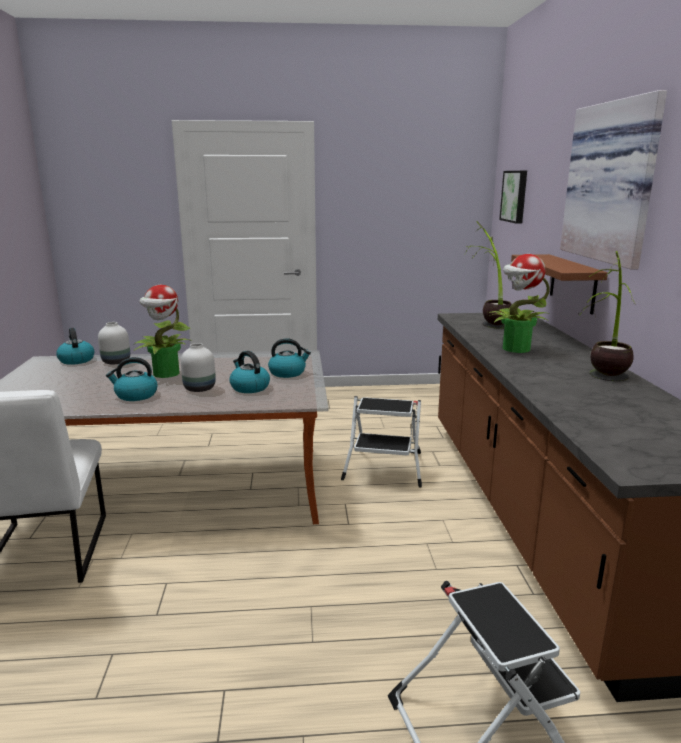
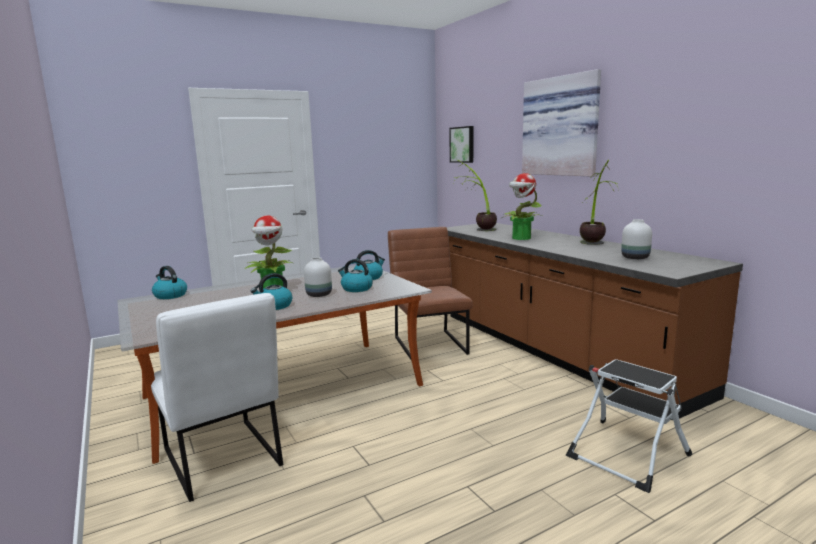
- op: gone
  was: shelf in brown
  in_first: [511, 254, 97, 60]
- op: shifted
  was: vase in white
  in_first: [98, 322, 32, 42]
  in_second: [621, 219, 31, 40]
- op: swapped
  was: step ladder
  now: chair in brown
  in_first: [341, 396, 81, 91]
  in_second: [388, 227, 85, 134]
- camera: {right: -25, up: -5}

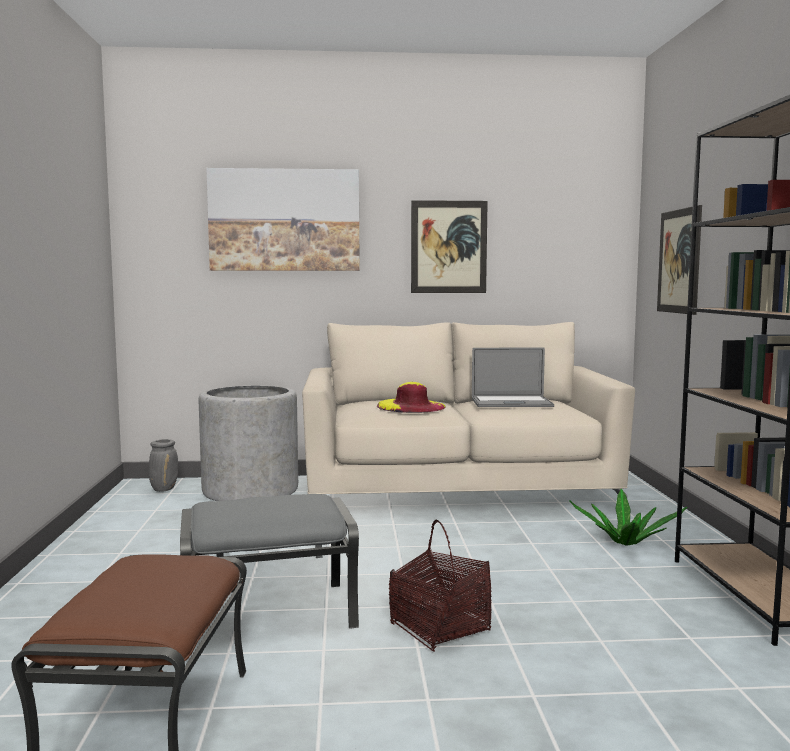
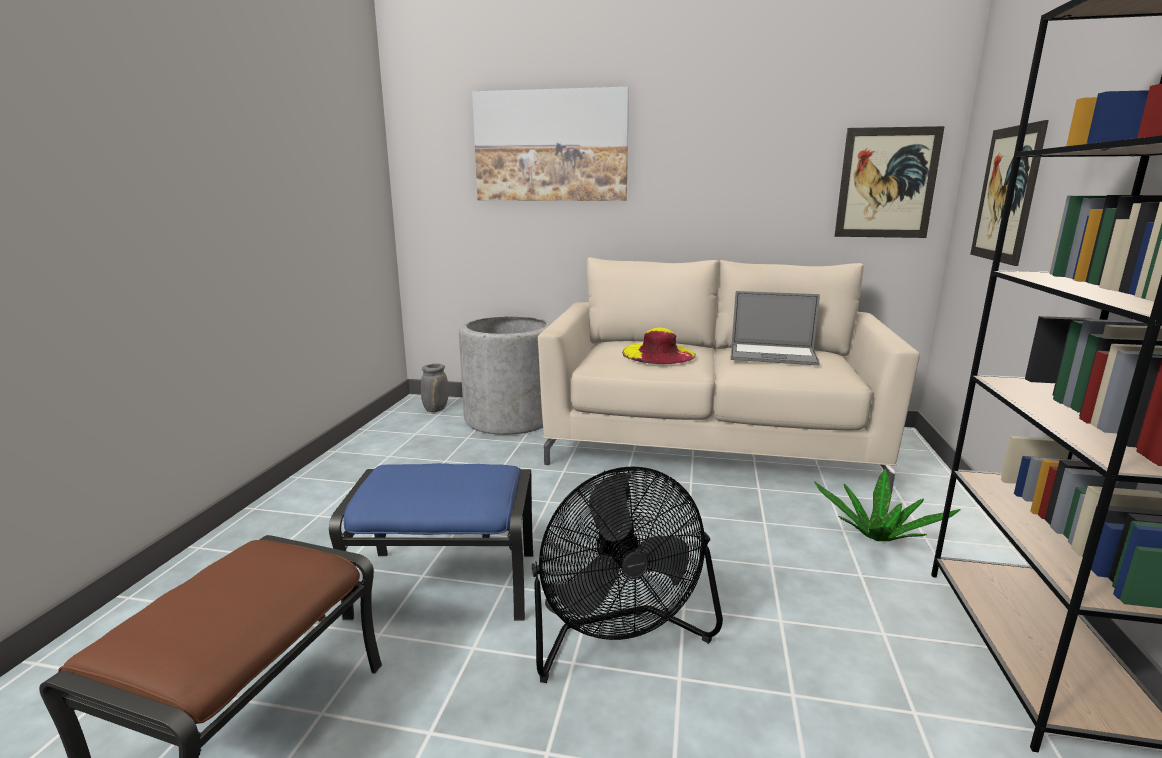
- op: shifted
  was: picture
  in_first: [411, 200, 77, 93]
  in_second: [835, 126, 110, 112]
- op: swapped
  was: basket
  now: fan in black
  in_first: [389, 520, 103, 132]
  in_second: [532, 467, 191, 216]
- op: repainted
  was: ottoman in grey
  now: ottoman in blue
  in_first: [180, 494, 179, 135]
  in_second: [329, 463, 204, 158]
- camera: {right: 15, up: 10}

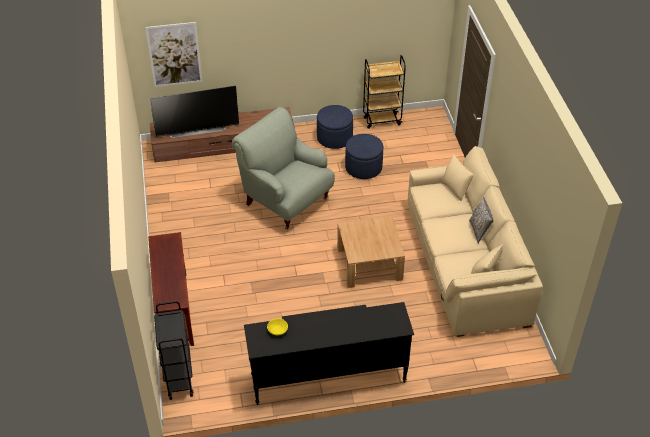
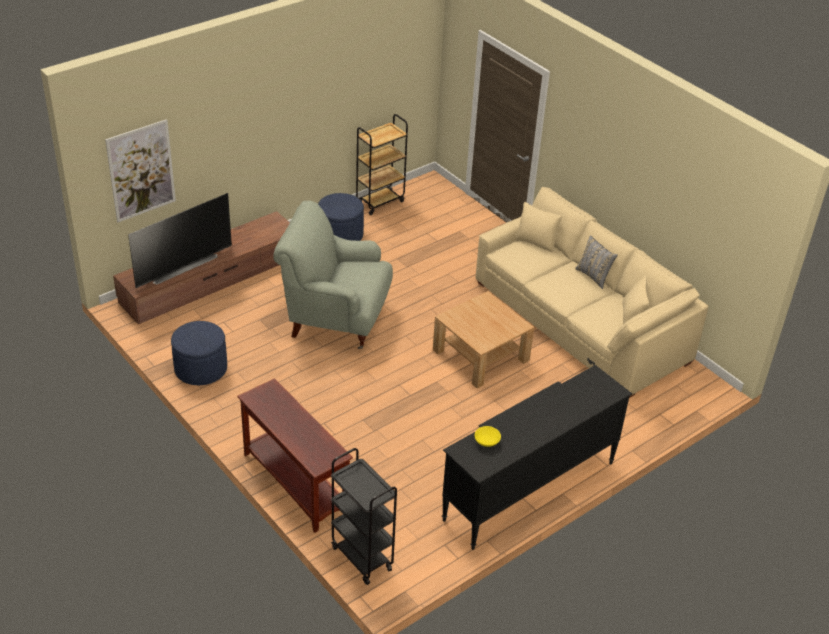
- op: shifted
  was: ottoman in blue
  in_first: [345, 134, 38, 45]
  in_second: [171, 321, 56, 64]
- camera: {right: -30, up: -5}

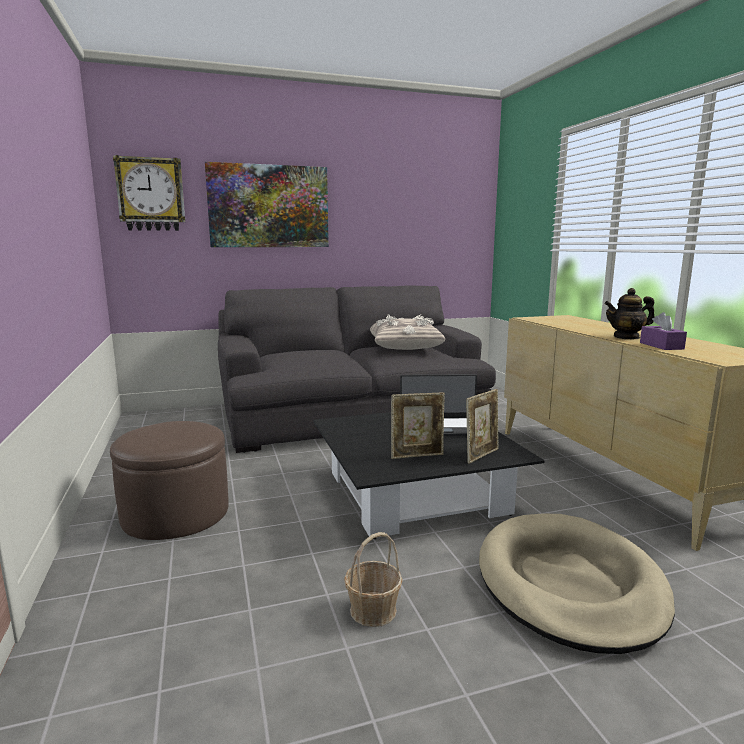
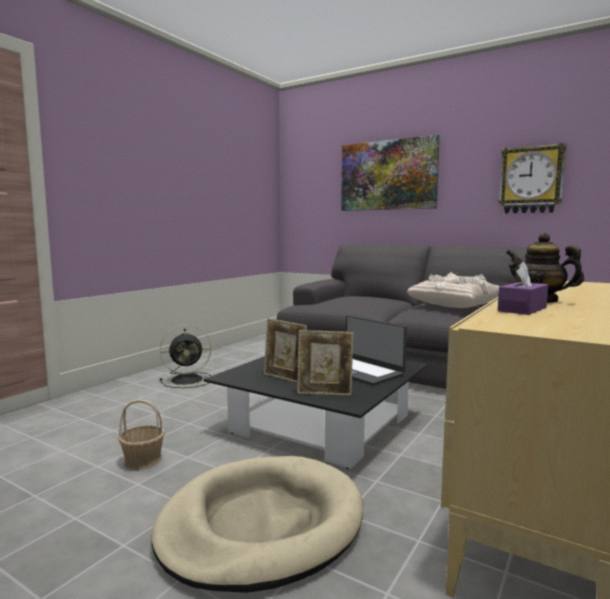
- op: shifted
  was: wall clock
  in_first: [113, 155, 72, 76]
  in_second: [499, 143, 67, 70]
- op: swapped
  was: ottoman in brown
  now: fan in black
  in_first: [110, 421, 119, 119]
  in_second: [160, 325, 51, 63]
- camera: {right: 50, up: -5}

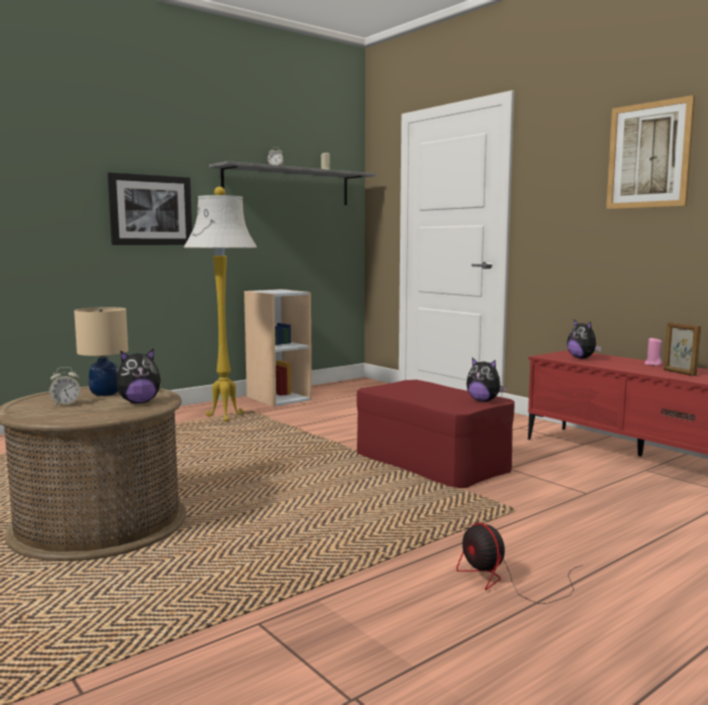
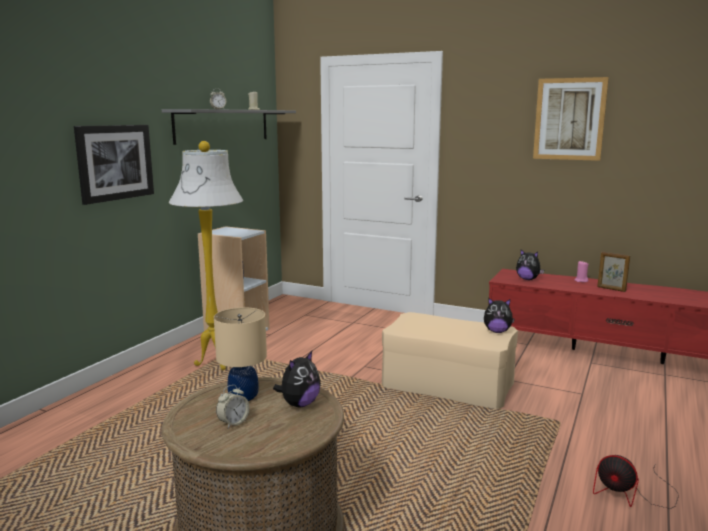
- op: repainted
  was: ottoman in red
  now: ottoman in beige
  in_first: [357, 380, 157, 108]
  in_second: [382, 312, 136, 97]
- camera: {right: -25, up: 5}

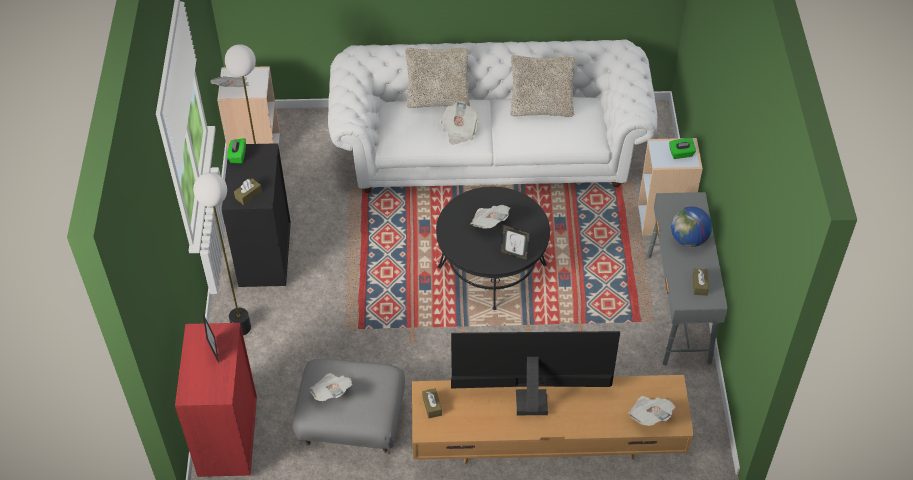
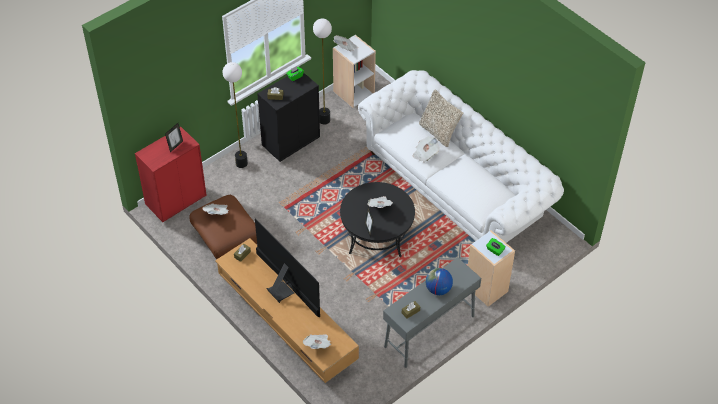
- op: gone
  was: pillow in beige
  in_first: [510, 55, 65, 62]
- op: repainted
  was: ottoman in grey
  now: ottoman in brown
  in_first: [292, 359, 113, 95]
  in_second: [189, 195, 68, 64]
- camera: {right: 50, up: 0}

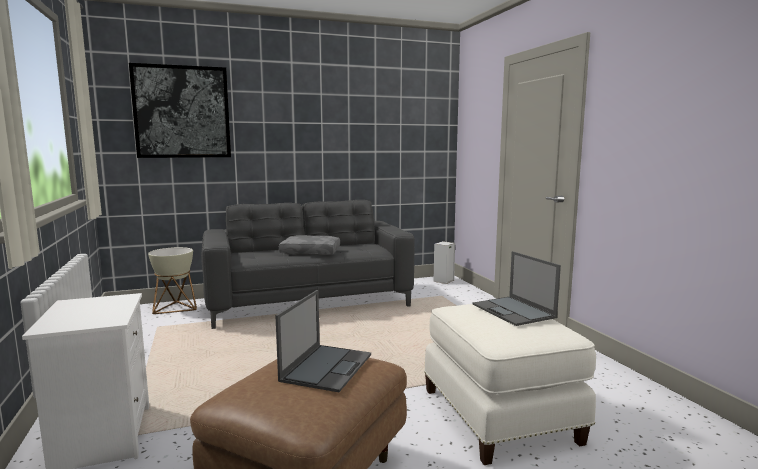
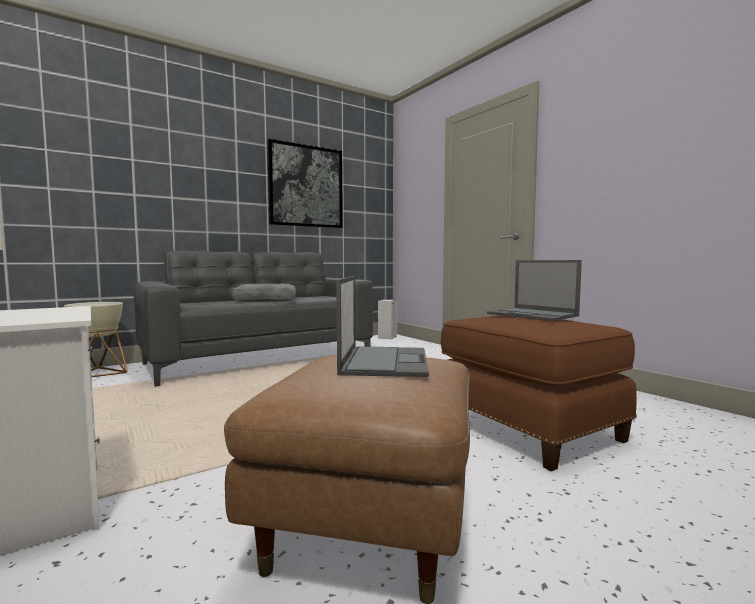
- op: shifted
  was: picture
  in_first: [129, 63, 102, 95]
  in_second: [267, 139, 76, 89]
- op: repainted
  was: ottoman in white
  now: ottoman in brown
  in_first: [424, 304, 172, 161]
  in_second: [441, 316, 196, 155]
- camera: {right: -15, up: -5}

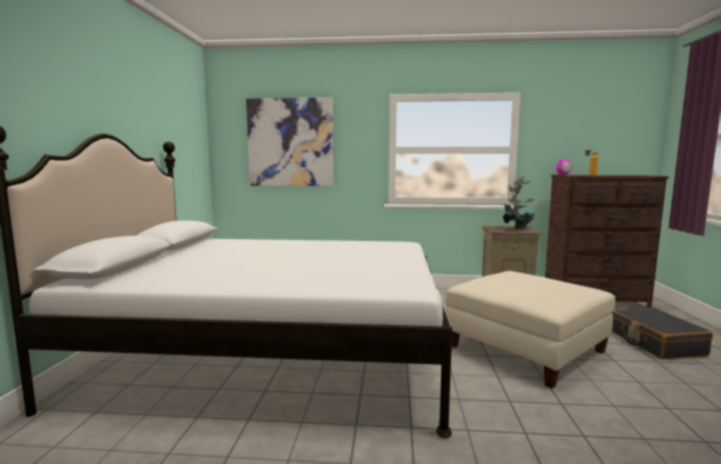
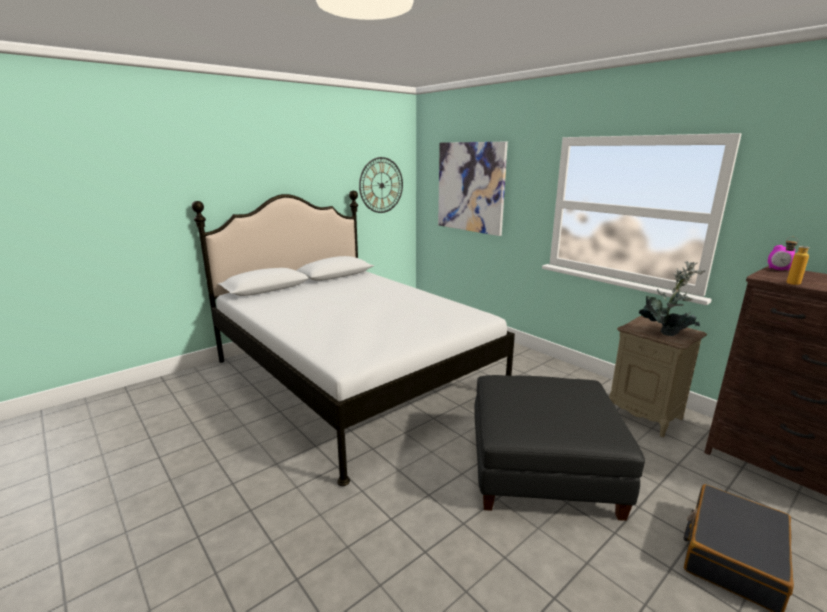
- op: new
  now: wall clock
  in_second: [359, 157, 44, 56]
- op: repainted
  was: ottoman in beige
  now: ottoman in black
  in_first: [445, 271, 171, 118]
  in_second: [474, 375, 171, 146]
- camera: {right: 45, up: 10}

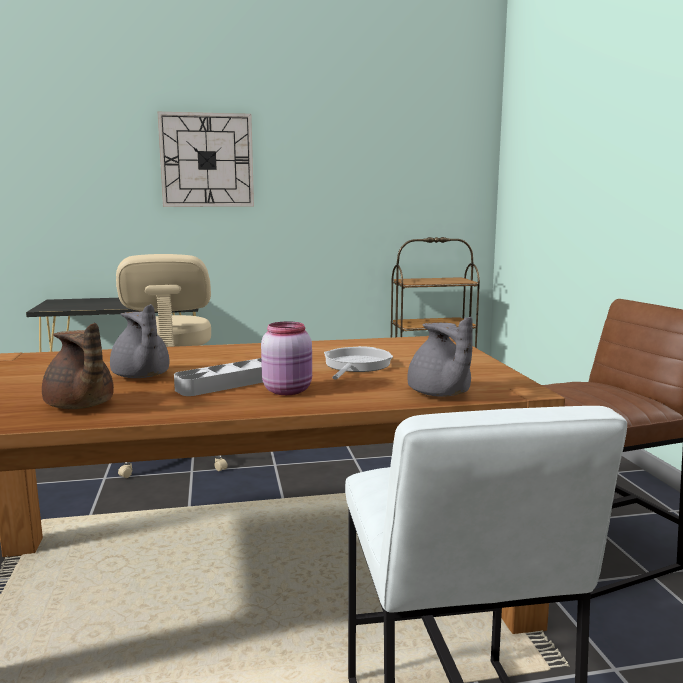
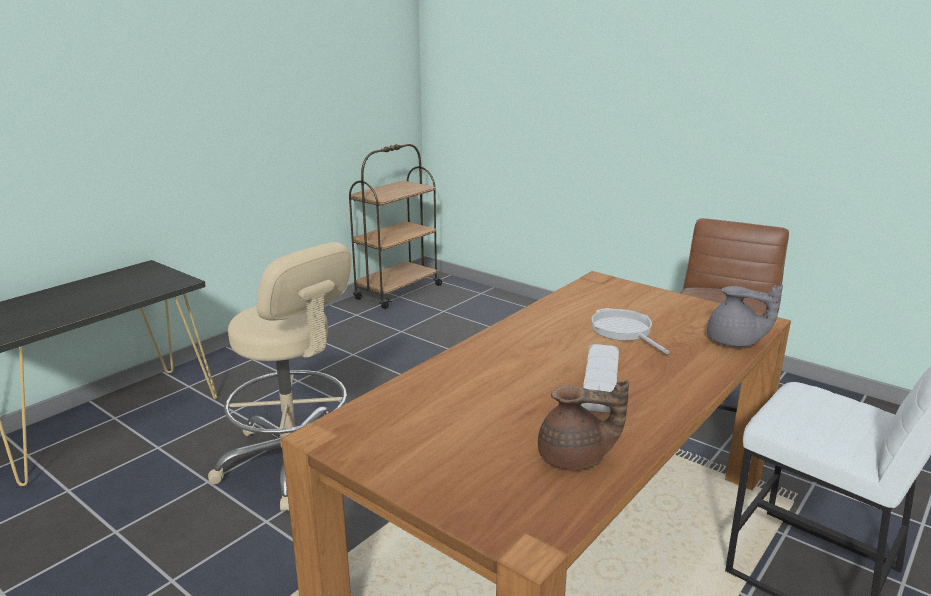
- op: gone
  was: teapot in grey
  in_first: [110, 304, 59, 74]
- op: gone
  was: wall clock
  in_first: [158, 112, 96, 95]
- op: gone
  was: jar in pink
  in_first: [261, 322, 51, 73]
- camera: {right: -40, up: 10}

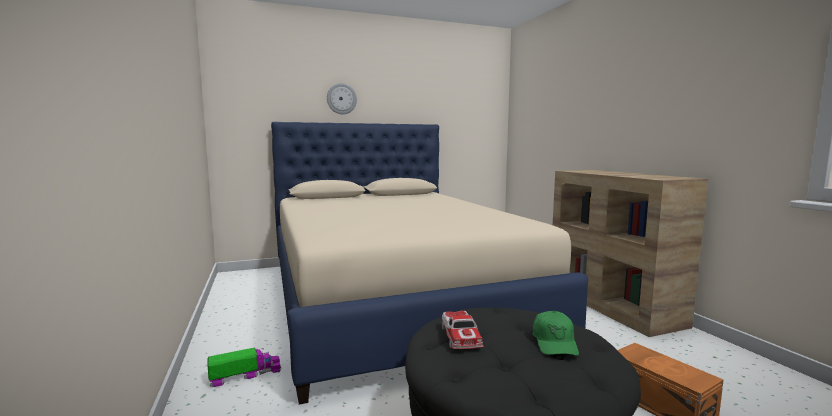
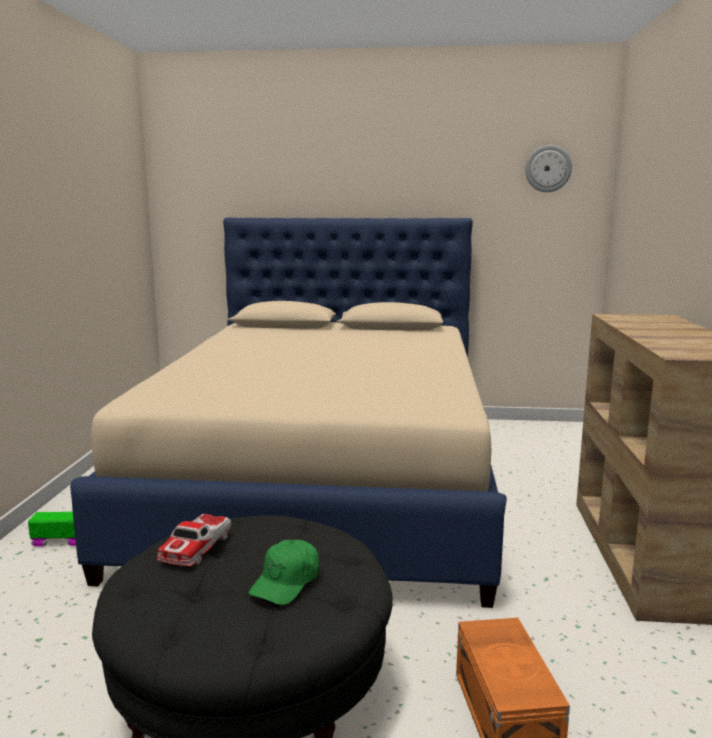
- op: shifted
  was: wall clock
  in_first: [327, 83, 30, 31]
  in_second: [525, 145, 47, 47]
- camera: {right: 25, up: 5}

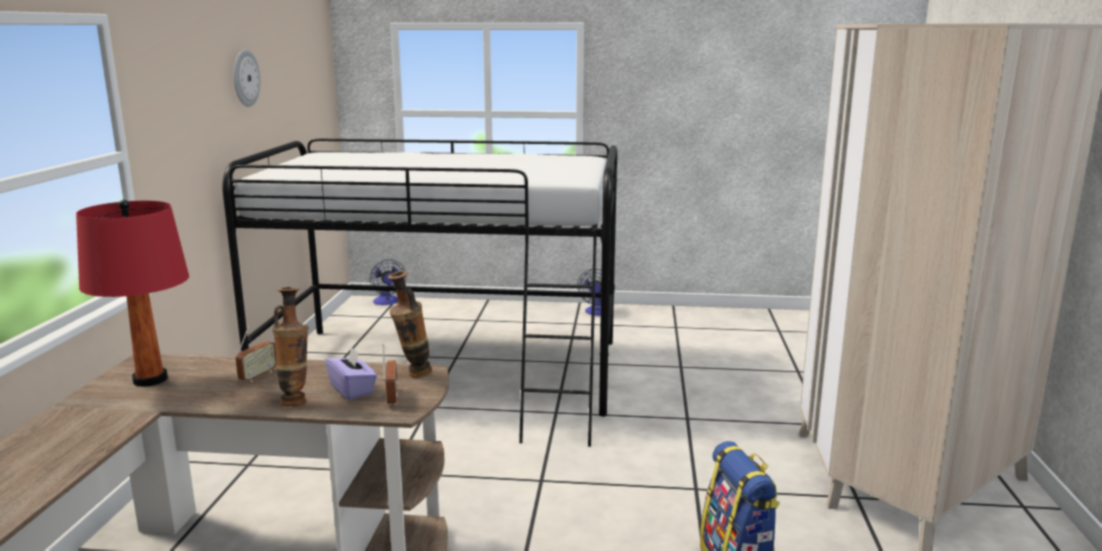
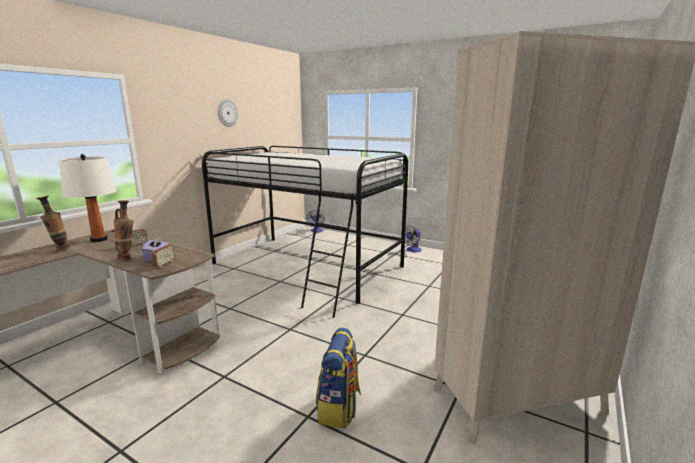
- op: shifted
  was: vase
  in_first: [388, 271, 44, 107]
  in_second: [36, 196, 35, 55]
- op: repainted
  was: table lamp in red
  now: table lamp in white
  in_first: [76, 200, 113, 187]
  in_second: [59, 154, 57, 88]
- camera: {right: 25, up: 0}

